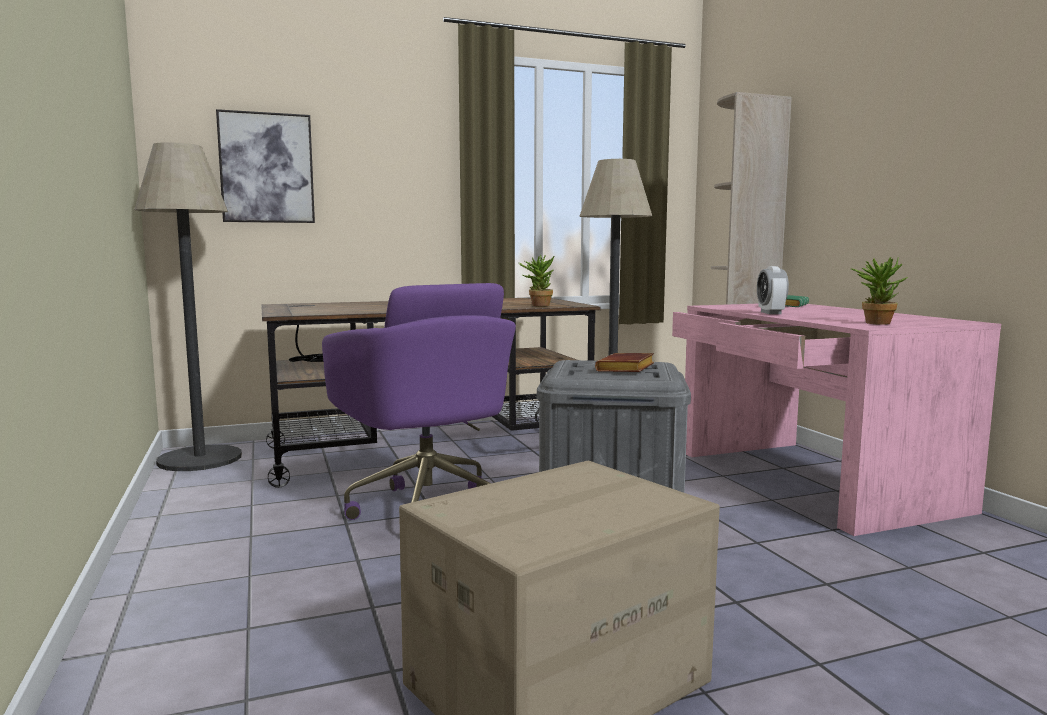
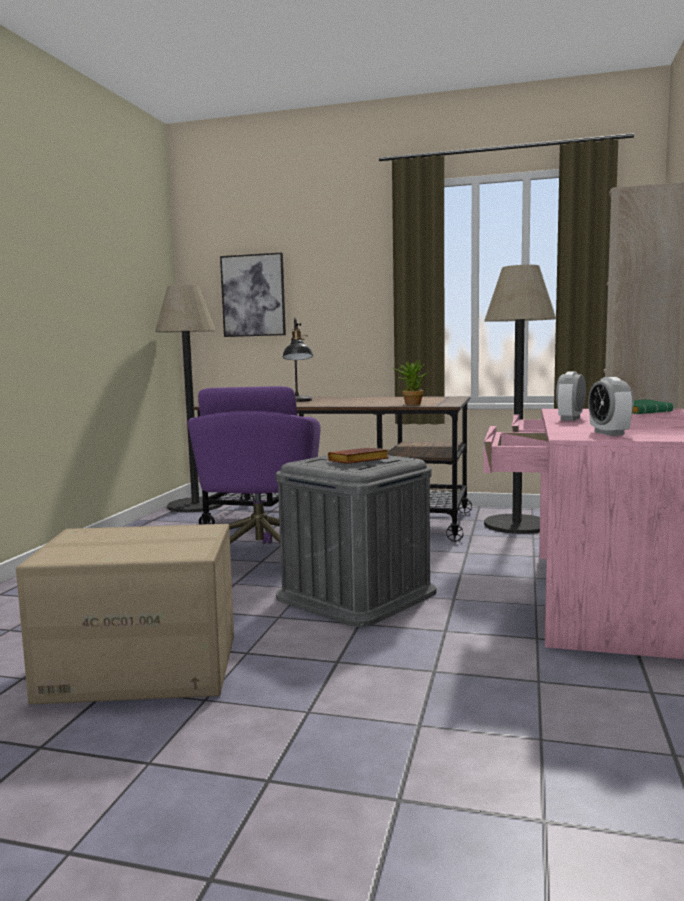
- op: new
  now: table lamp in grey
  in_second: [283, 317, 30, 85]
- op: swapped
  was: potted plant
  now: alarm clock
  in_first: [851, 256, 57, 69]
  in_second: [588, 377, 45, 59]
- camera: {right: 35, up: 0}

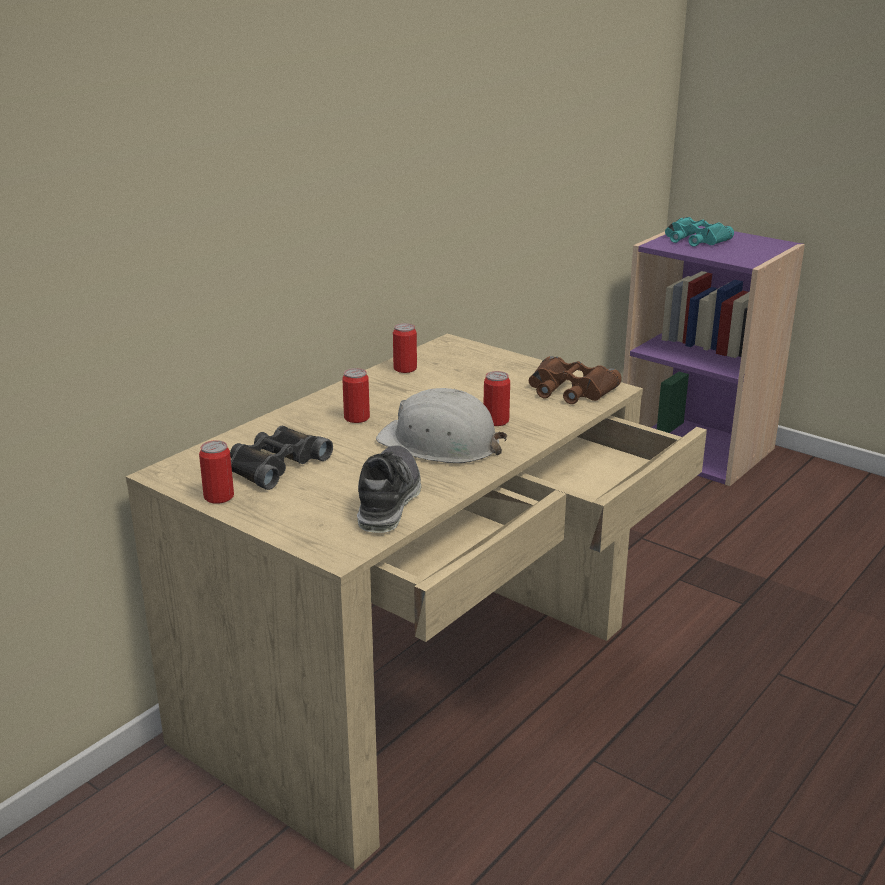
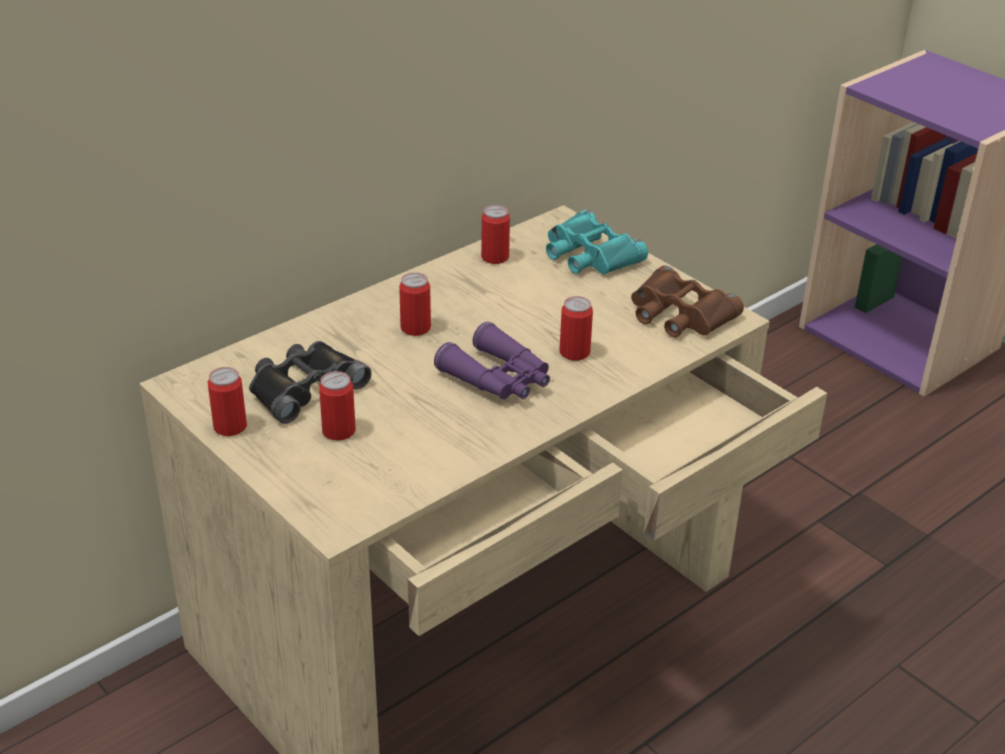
- op: gone
  was: shoe
  in_first: [357, 445, 64, 88]
- op: new
  now: can
  in_second: [319, 371, 37, 70]
- op: shifted
  was: binoculars in turquoise
  in_first: [665, 217, 69, 30]
  in_second: [546, 209, 102, 65]
- op: swapped
  was: hard hat in white
  now: binoculars in purple
  in_first: [376, 388, 131, 75]
  in_second: [434, 322, 116, 77]
- camera: {right: 10, up: 10}

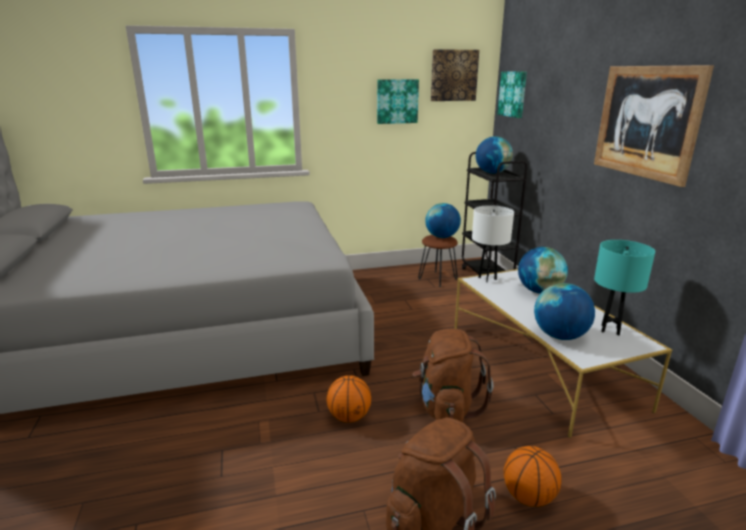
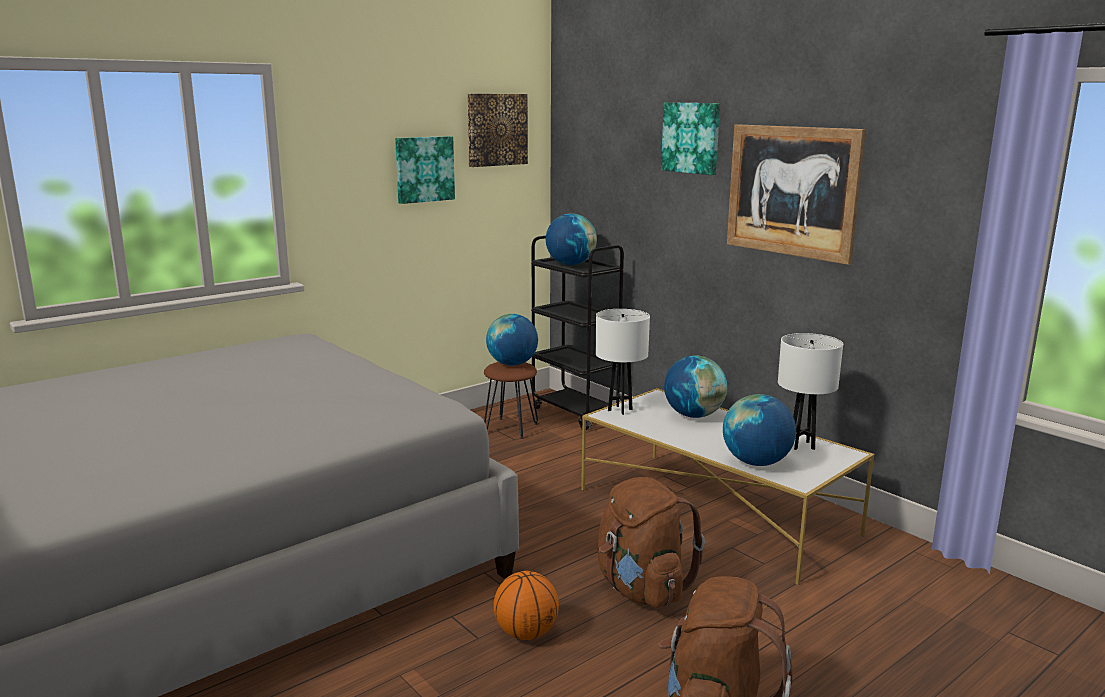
- op: gone
  was: basketball
  in_first: [503, 446, 59, 61]
- op: shifted
  was: picture
  in_first: [497, 72, 30, 46]
  in_second: [661, 102, 59, 73]
- op: repainted
  was: table lamp in turquoise
  now: table lamp in white
  in_first: [594, 240, 61, 96]
  in_second: [778, 333, 65, 117]
- camera: {right: -25, up: -5}

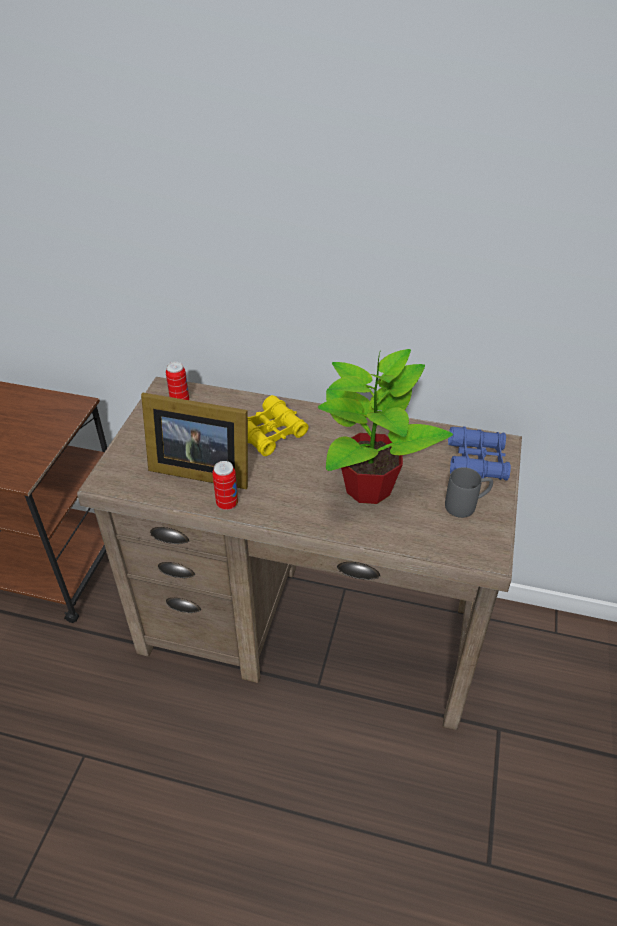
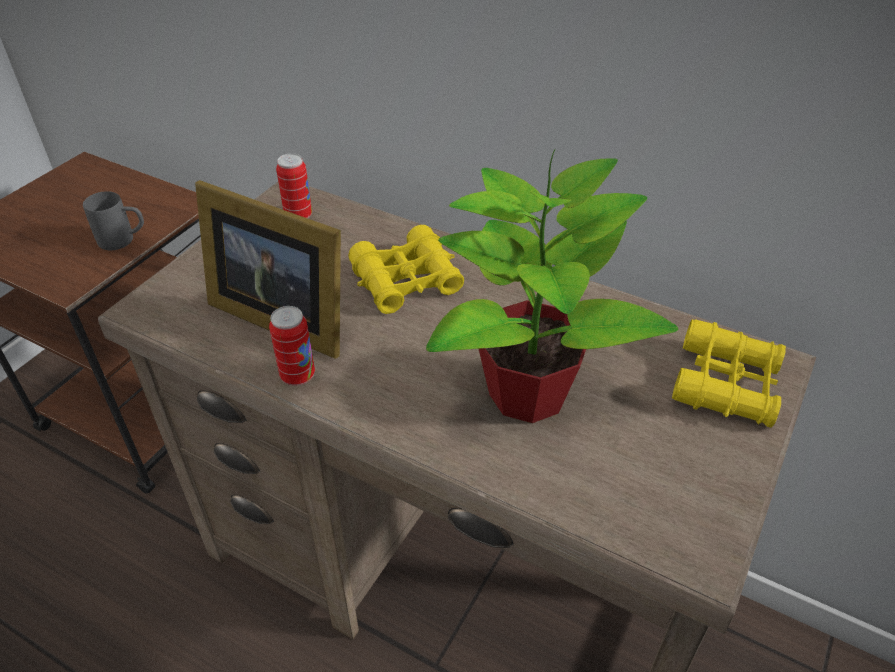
- op: shifted
  was: mug in grey
  in_first: [445, 467, 48, 51]
  in_second: [83, 191, 61, 59]
- op: repainted
  was: binoculars in blue
  now: binoculars in yellow
  in_first: [448, 426, 63, 54]
  in_second: [672, 319, 114, 109]
- camera: {right: 15, up: 0}

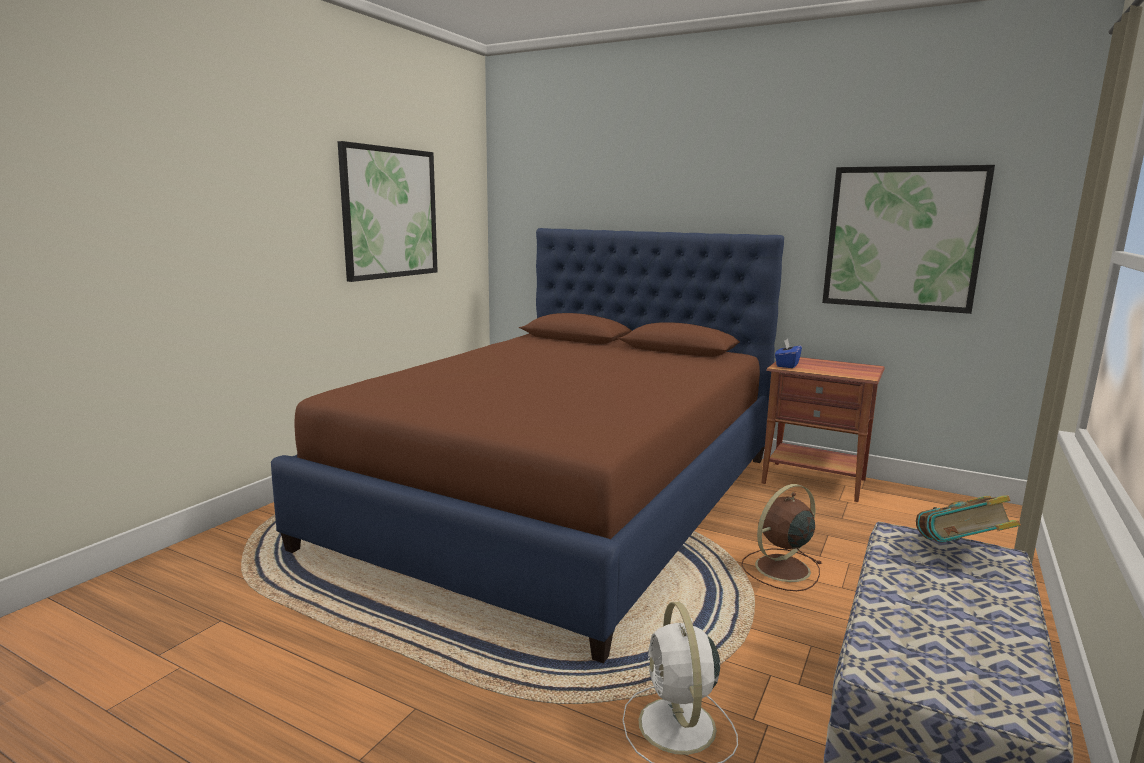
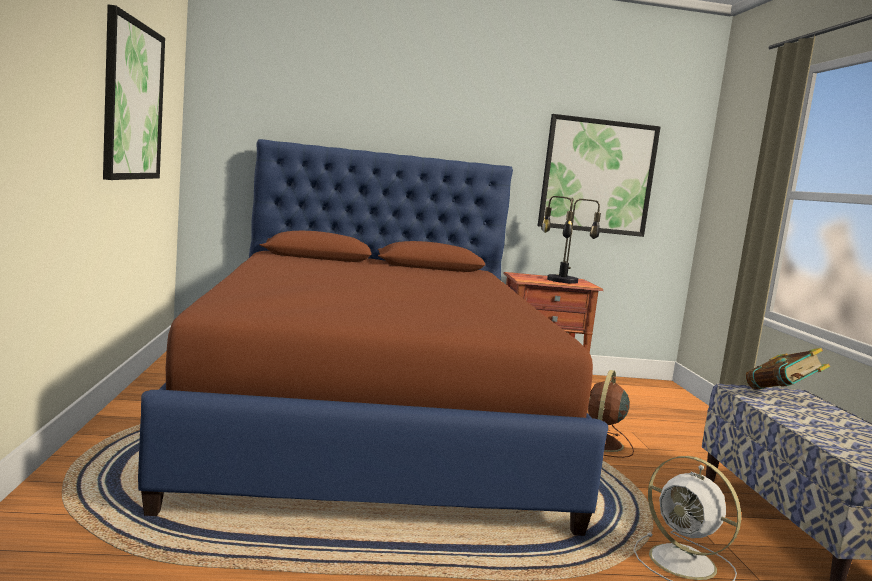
- op: gone
  was: tissue box in blue
  in_first: [775, 339, 27, 29]
- op: new
  now: table lamp
  in_second: [541, 196, 60, 88]
- camera: {right: -35, up: -5}

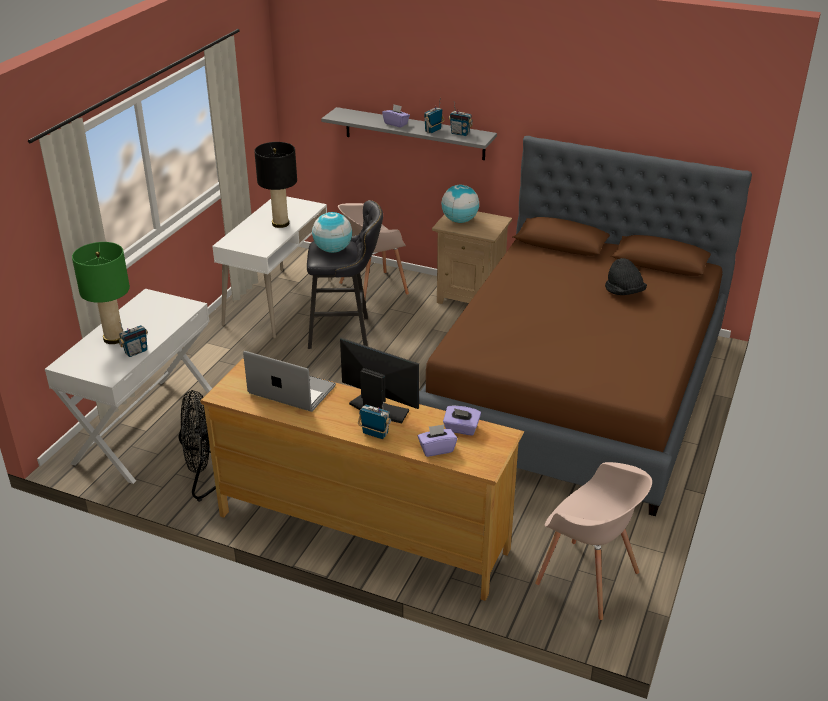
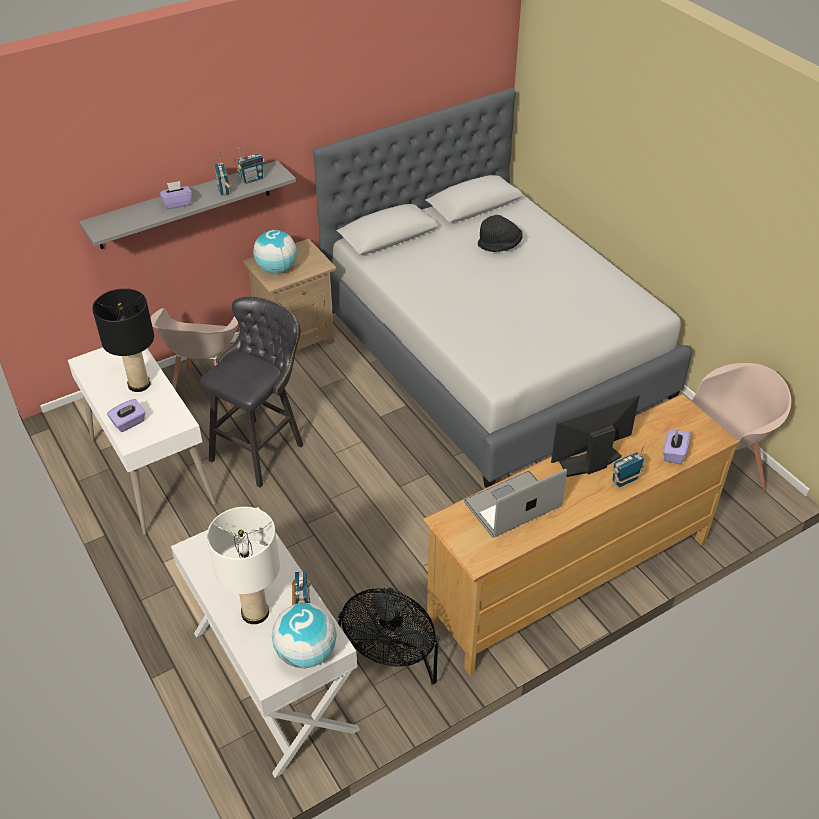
- op: shifted
  was: globe
  in_first: [312, 212, 40, 41]
  in_second: [272, 603, 65, 65]
- op: shifted
  was: tissue box in purple
  in_first: [443, 405, 38, 31]
  in_second: [107, 399, 39, 33]
- op: repainted
  was: table lamp in green
  now: table lamp in white
  in_first: [72, 242, 58, 102]
  in_second: [207, 507, 73, 117]
- op: repainted
  was: bed in brown
  now: bed in grey
  in_first: [419, 136, 333, 380]
  in_second: [313, 88, 379, 400]
- camera: {right: -55, up: 10}

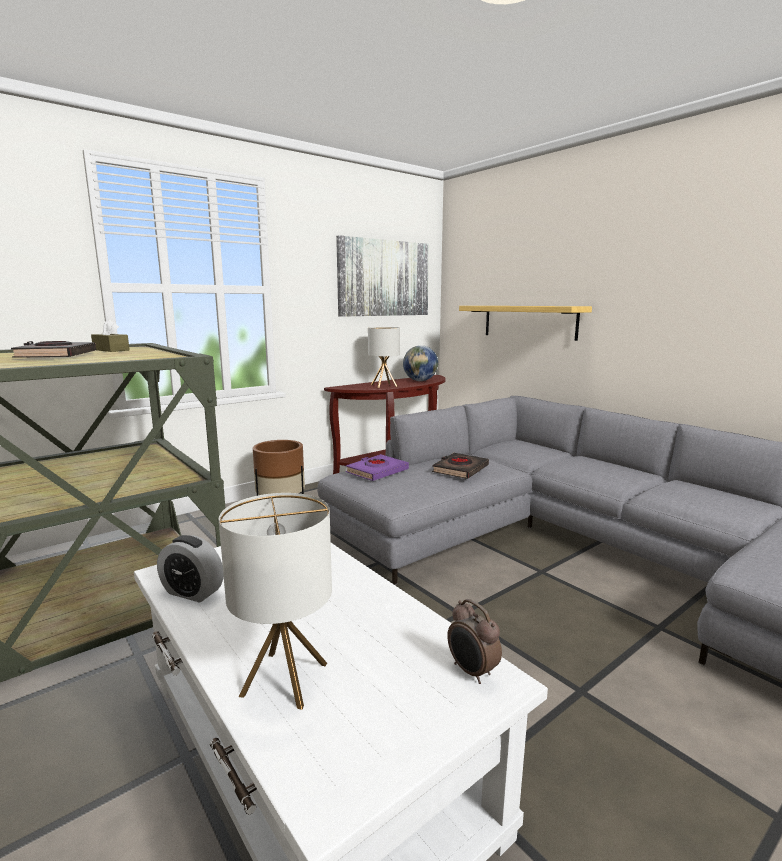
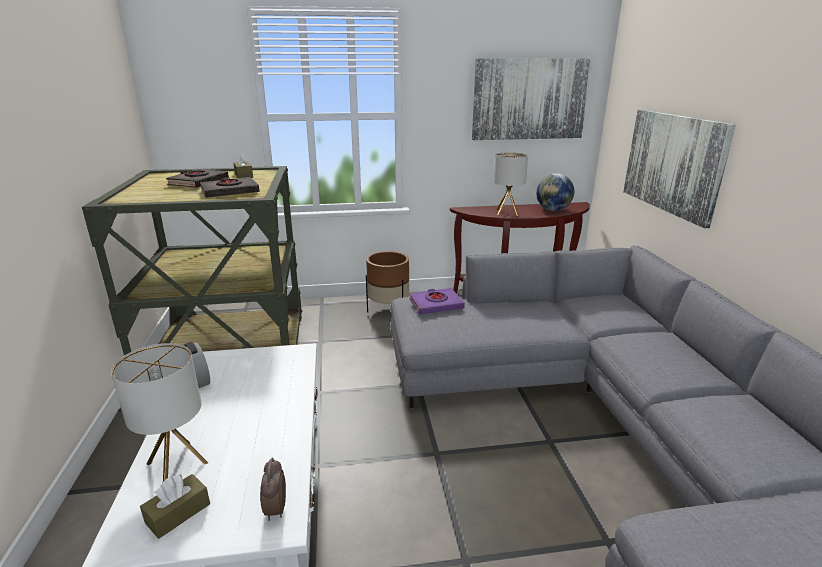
- op: new
  now: tissue box in brown
  in_second: [140, 474, 70, 65]
- op: shifted
  was: book in black
  in_first: [432, 453, 57, 26]
  in_second: [200, 177, 60, 21]
- op: swapped
  was: shelf
  now: picture
  in_first: [459, 306, 133, 35]
  in_second: [623, 110, 113, 118]
- camera: {right: 30, up: 10}

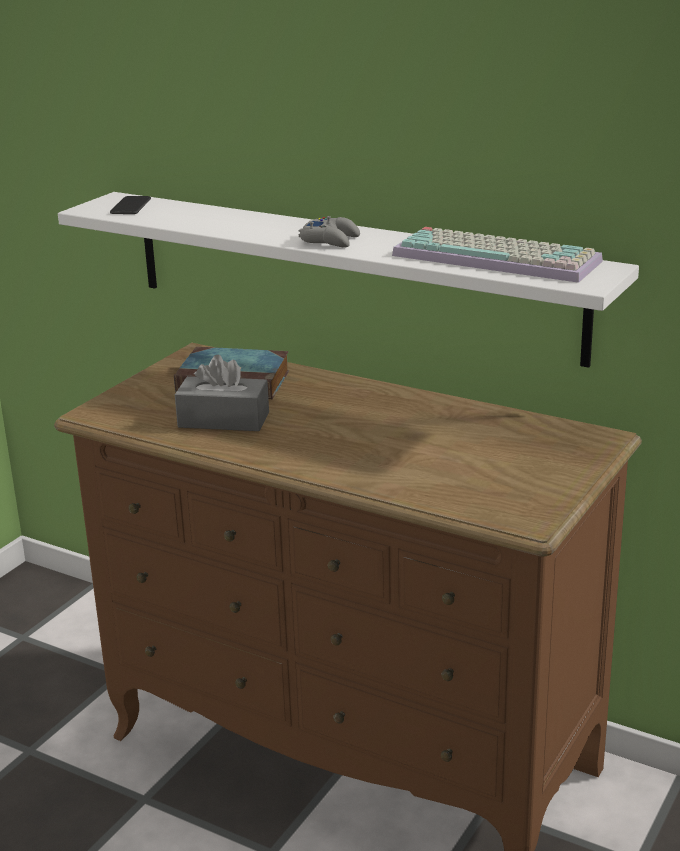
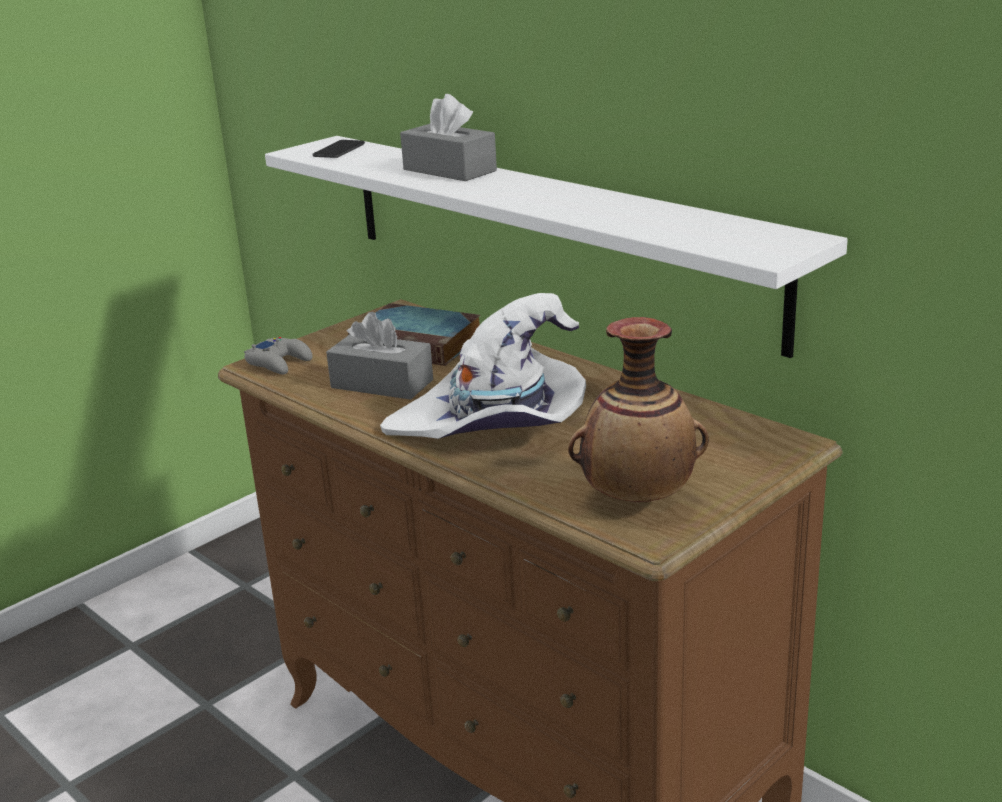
- op: gone
  was: keyboard
  in_first: [392, 227, 211, 56]
- op: new
  now: hat in white
  in_second: [380, 293, 206, 146]
- op: new
  now: tissue box in grey
  in_second: [400, 94, 97, 87]
- op: new
  now: vase
  in_second: [568, 317, 141, 185]
- op: shifted
  was: game controller in grey
  in_first: [299, 216, 61, 32]
  in_second: [244, 337, 69, 37]
- camera: {right: 15, up: 0}

